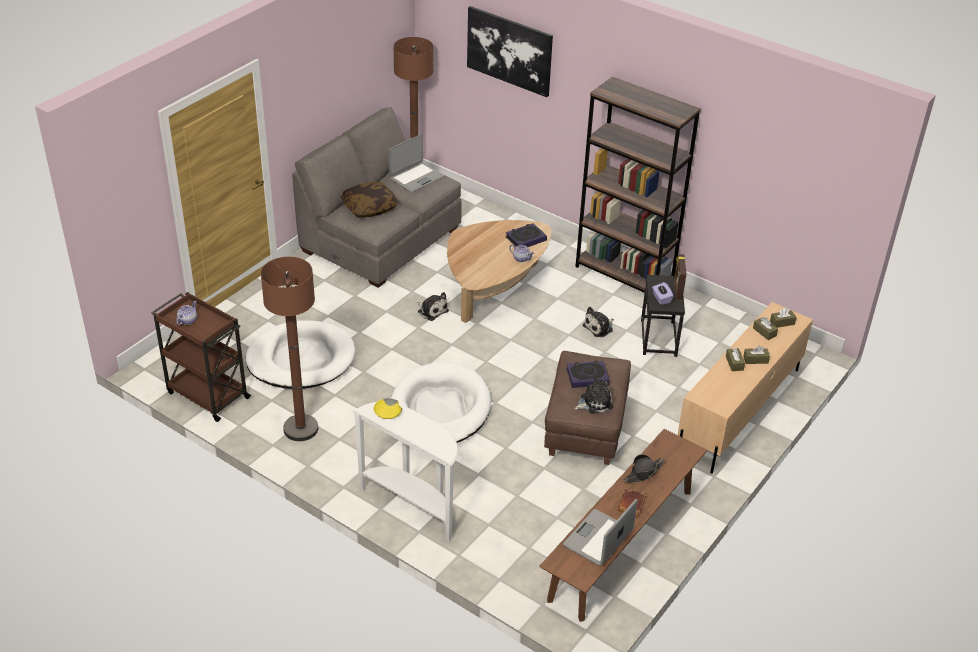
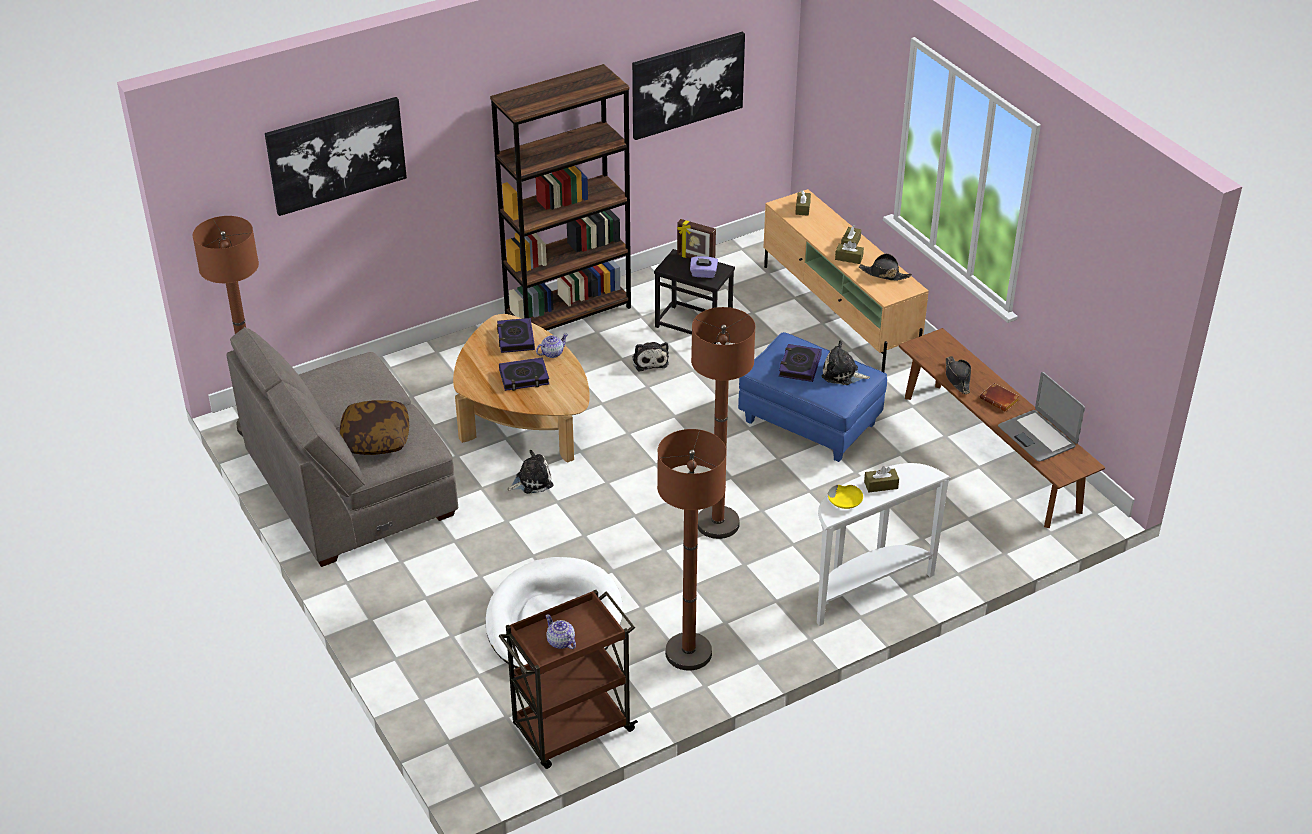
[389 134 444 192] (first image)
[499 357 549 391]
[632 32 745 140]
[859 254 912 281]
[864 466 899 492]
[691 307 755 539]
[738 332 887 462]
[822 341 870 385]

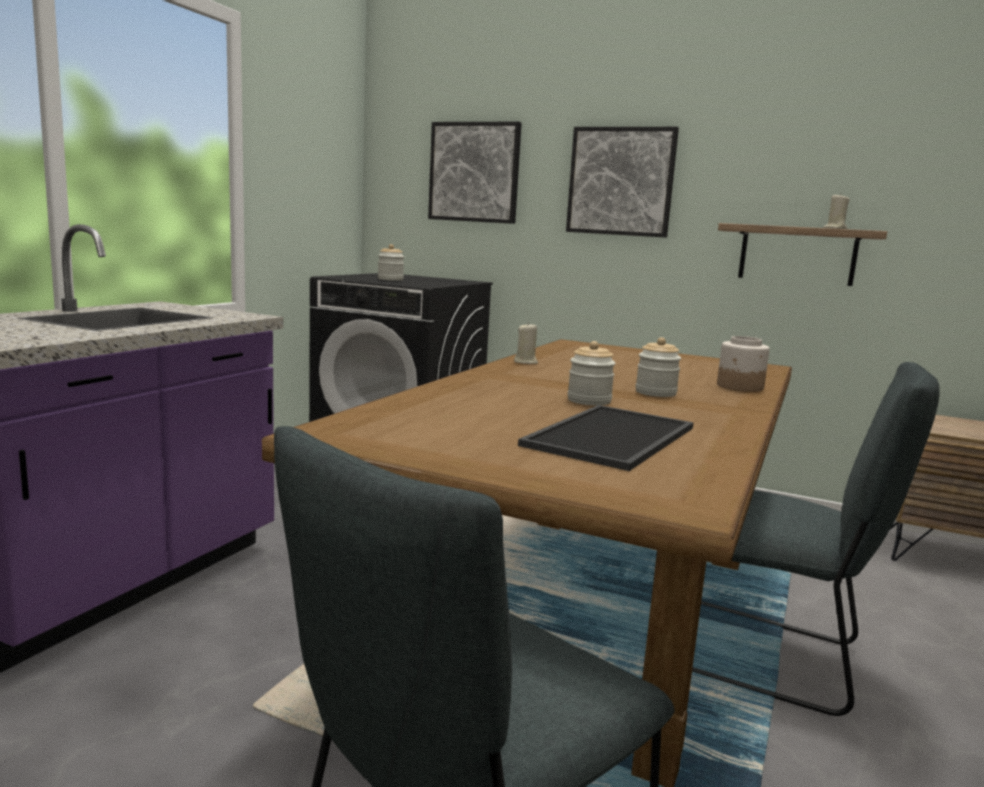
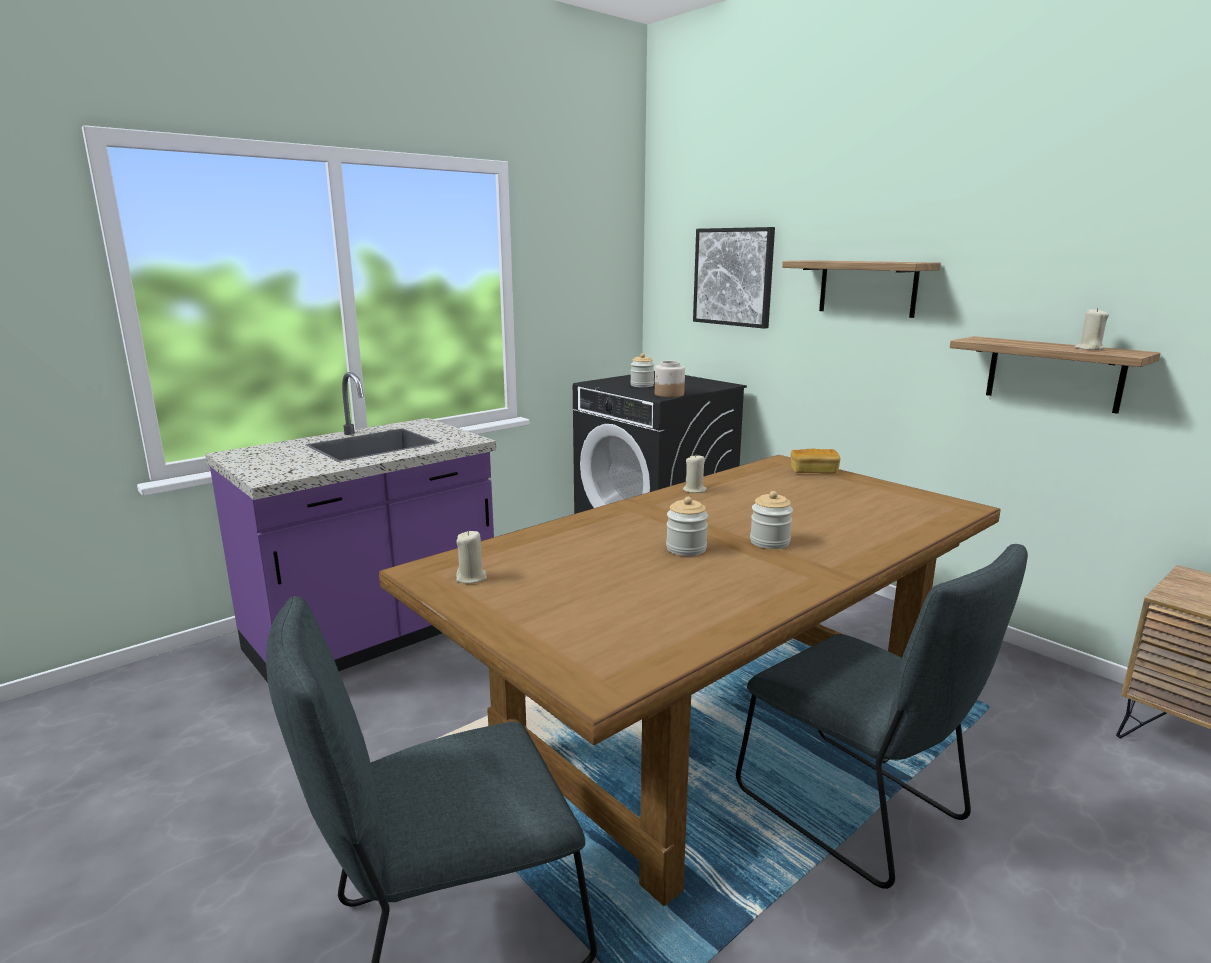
[518 405 694 471] (first image)
[456 530 487 584]
[791 449 841 474]
[655 361 685 397]
[782 260 941 318]

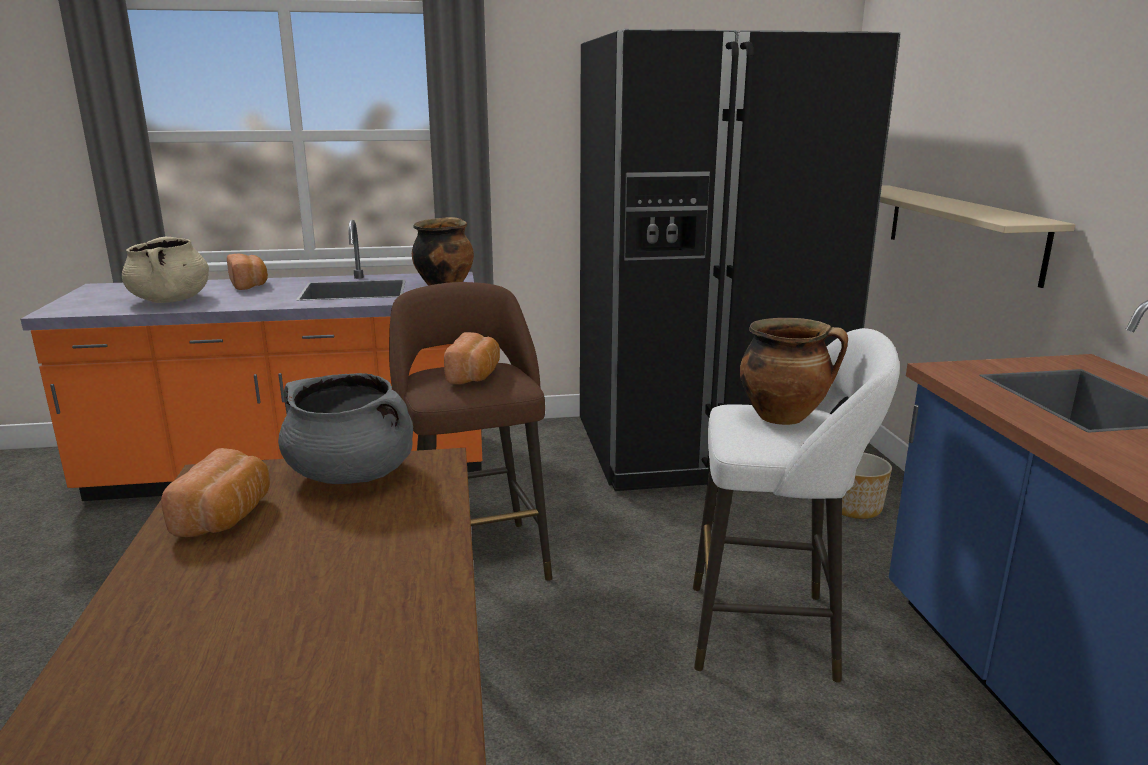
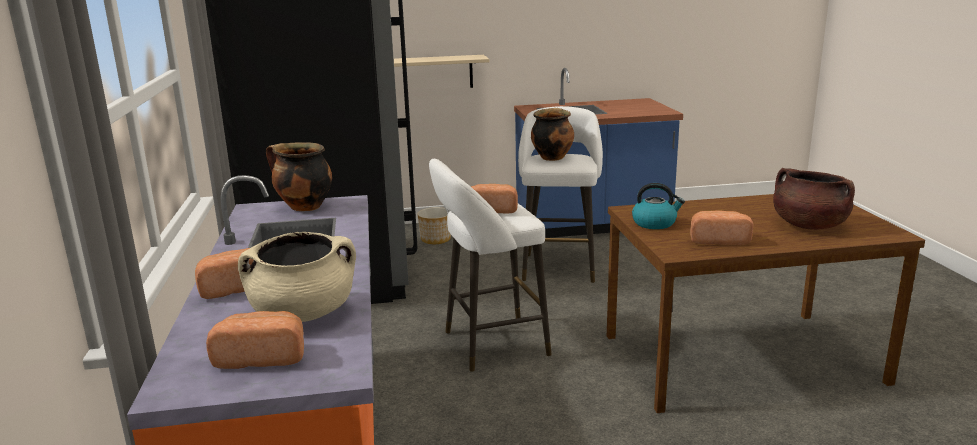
[206 311 304 369]
[773 168 855 230]
[632 183 685 229]
[429 159 552 372]

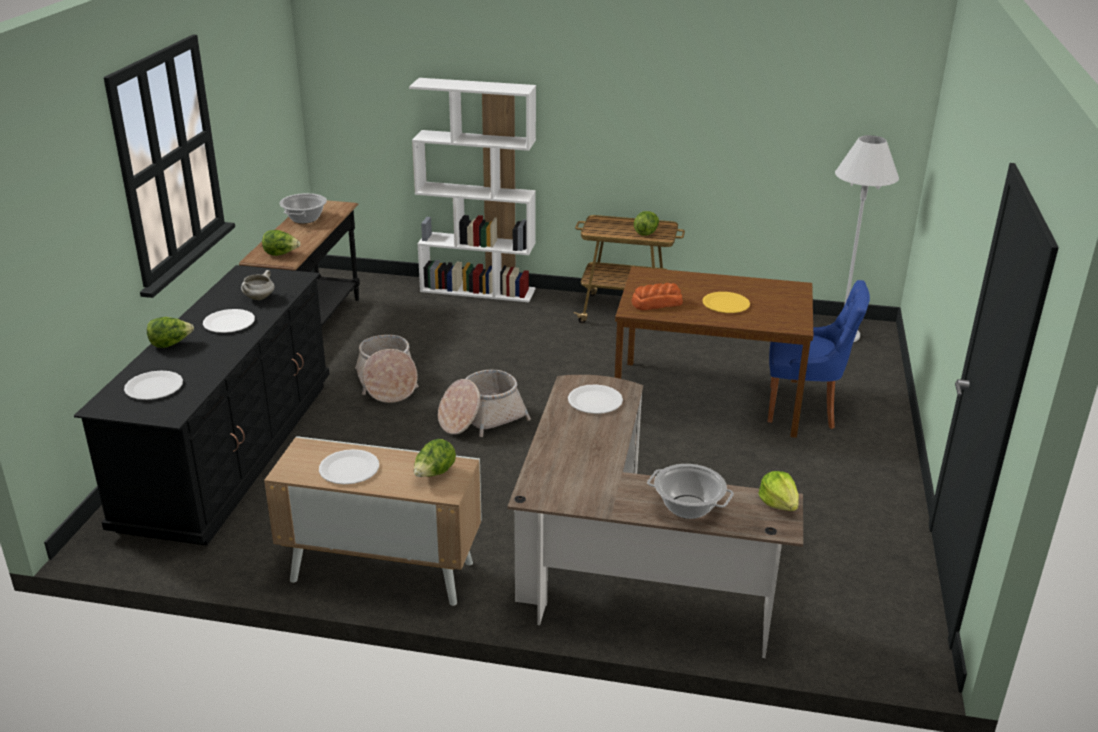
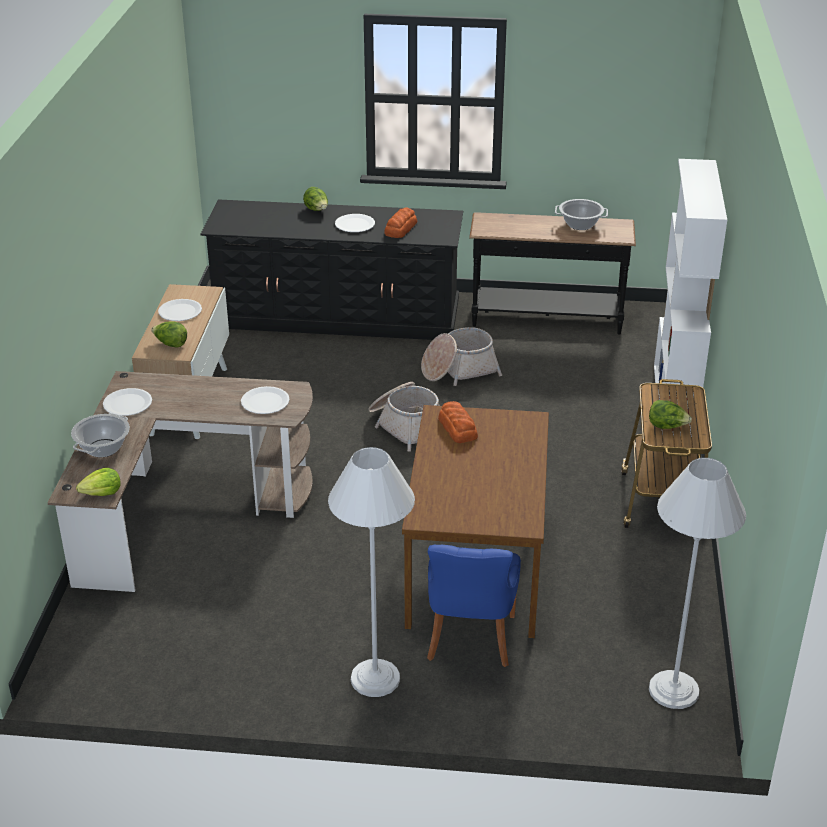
[262 230 301 256] (first image)
[702 292 750 313] (first image)
[328 447 415 697]
[103 388 152 416]
[384 207 417 238]

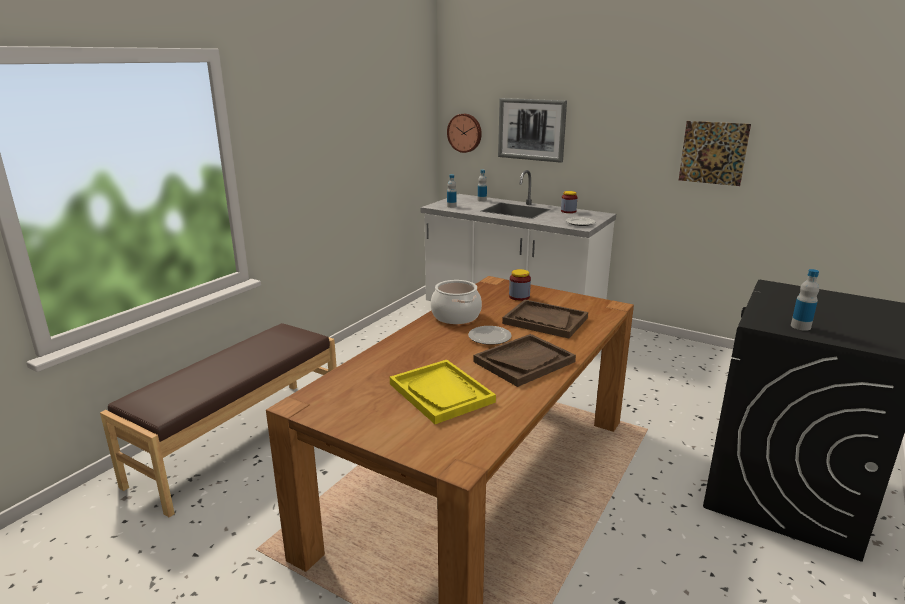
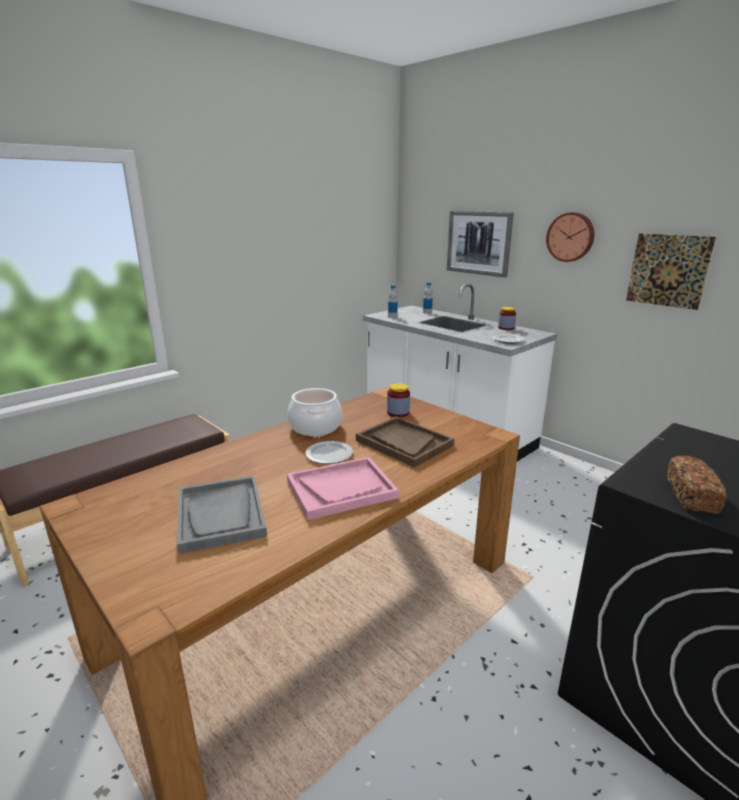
[546 212 594 262]
[667 456 727 514]
[177 476 267 554]
[287 457 399 520]

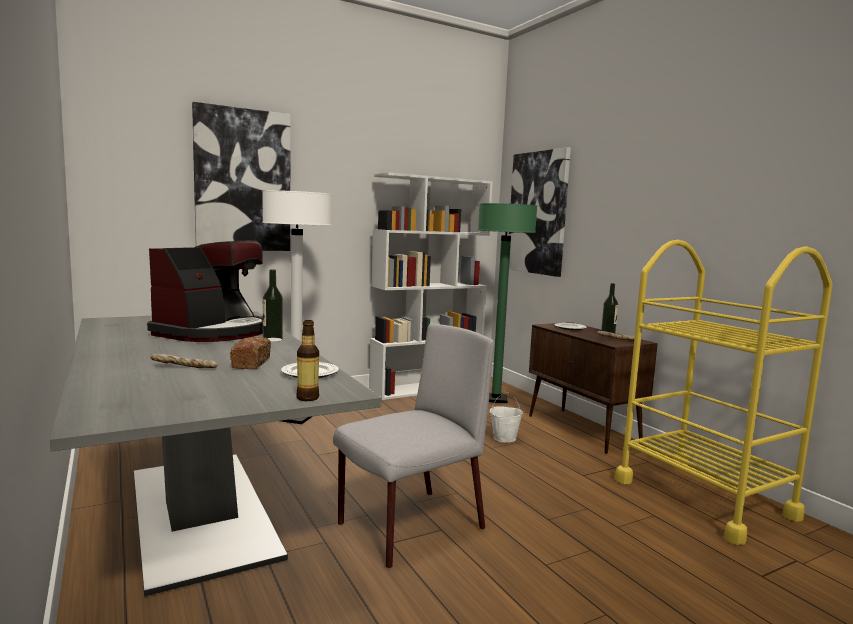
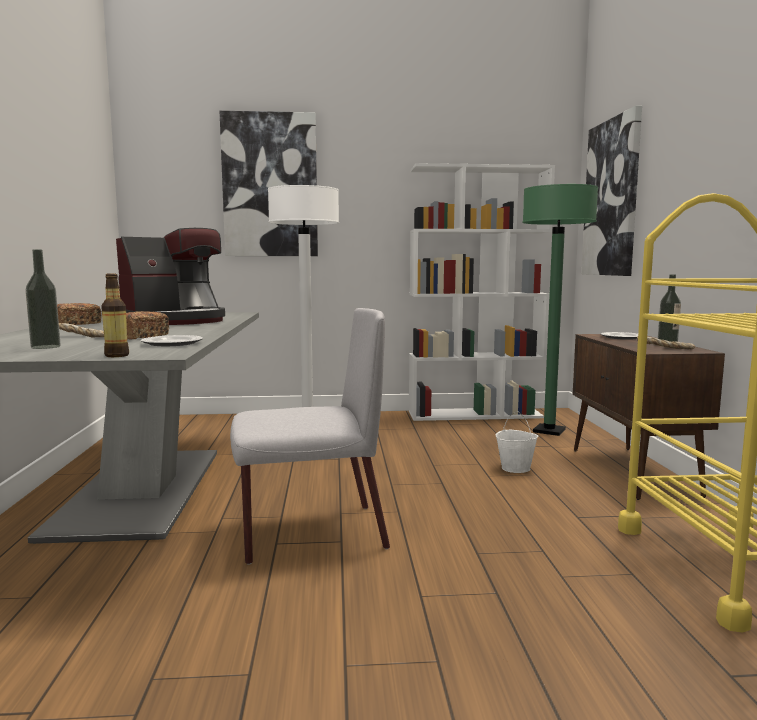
[57 303 102 325]
[25 249 61 349]

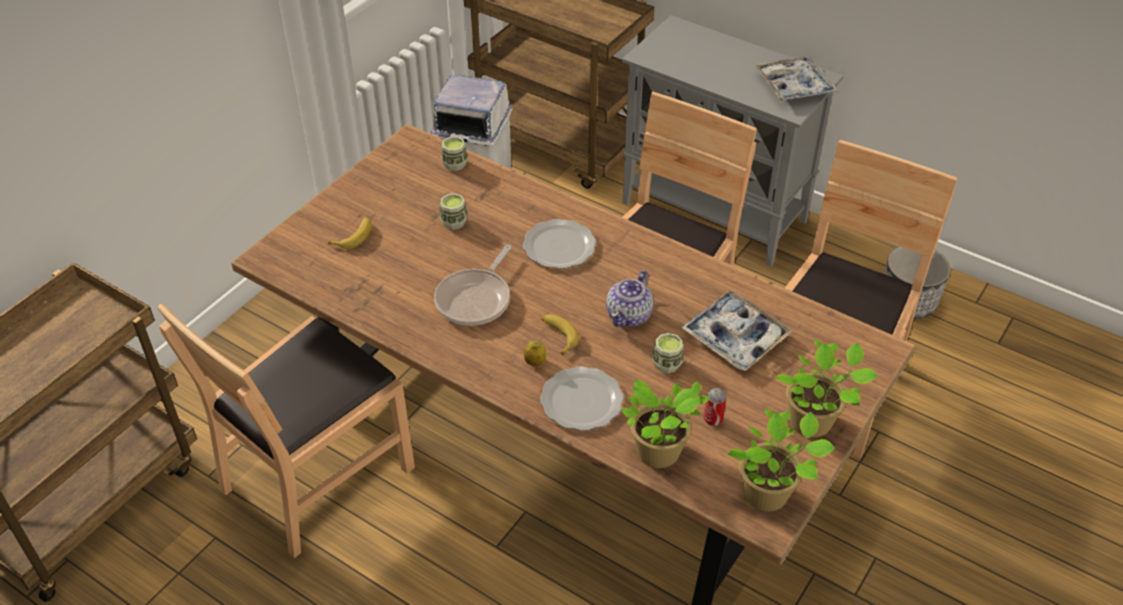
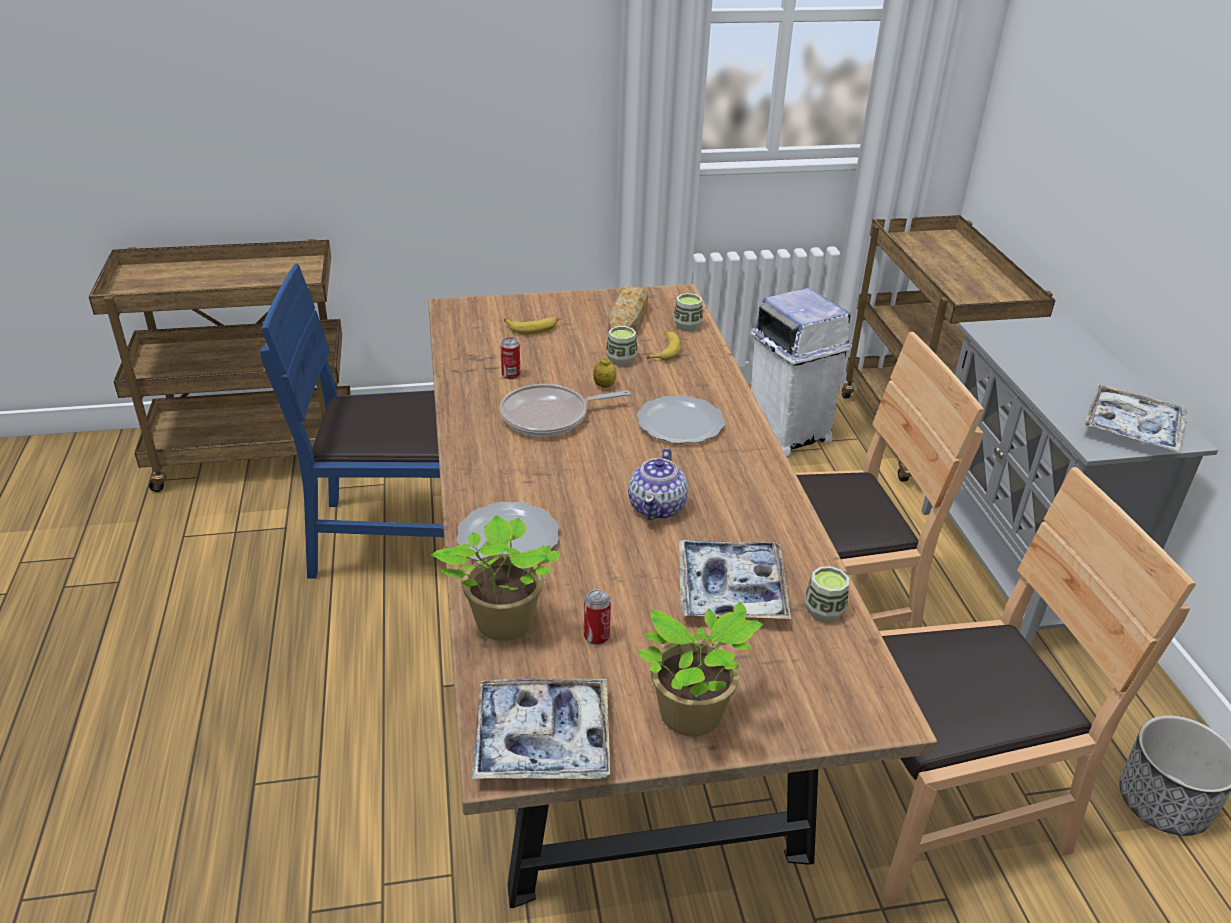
[500 337 521 379]
[608 286 648 334]
[593 358 616 388]
[647 331 681 361]
[805 566 849 622]
[472 678 610 779]
[260 264 444 579]
[628 448 688 520]

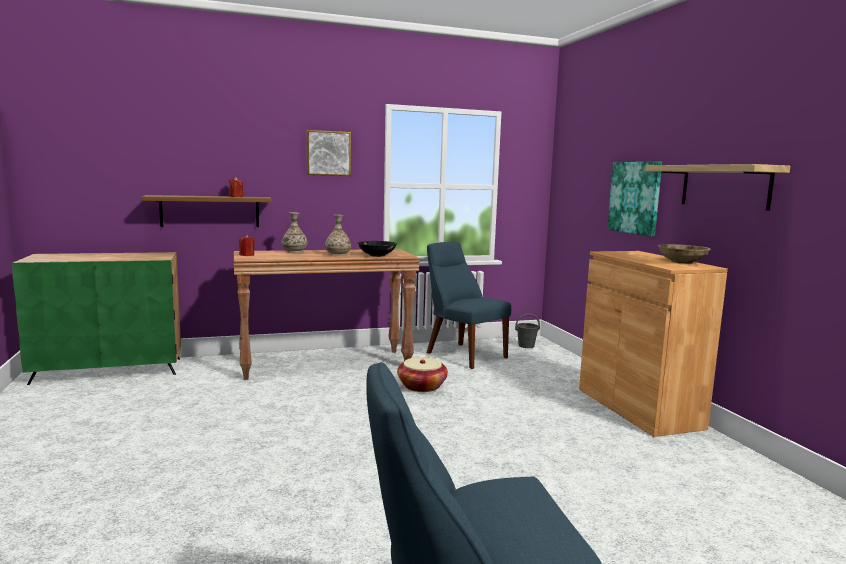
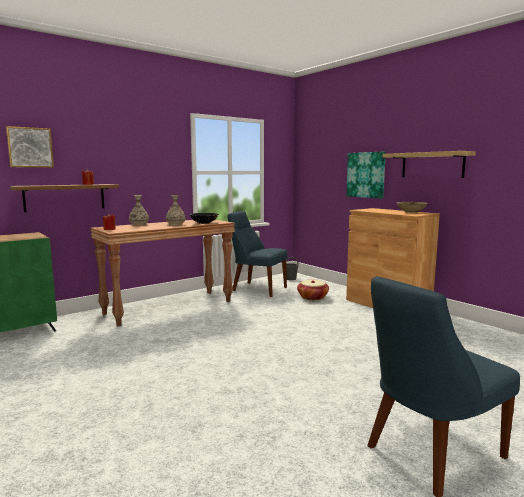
[6 126 54 168]
[297 280 329 300]

